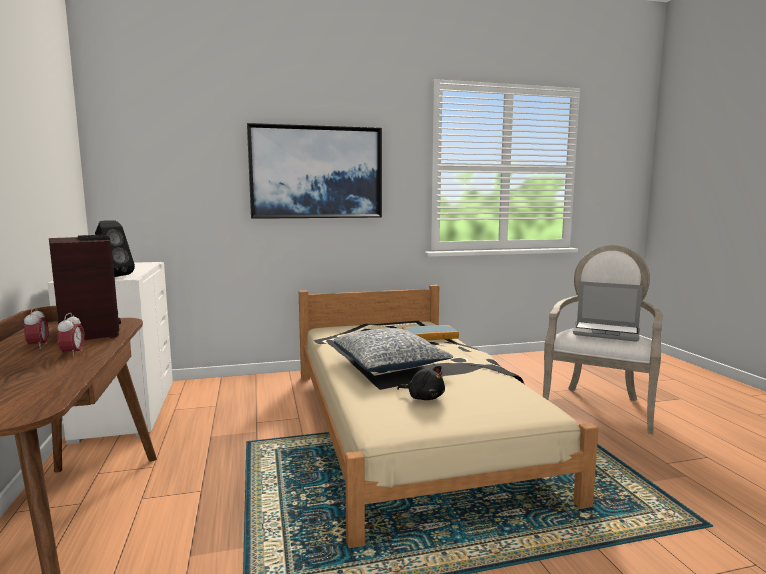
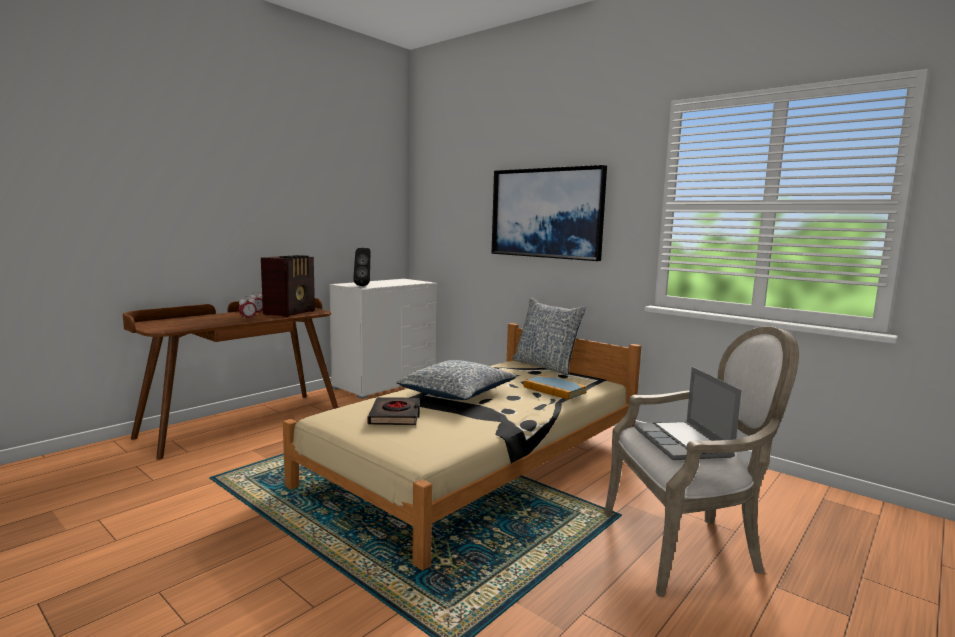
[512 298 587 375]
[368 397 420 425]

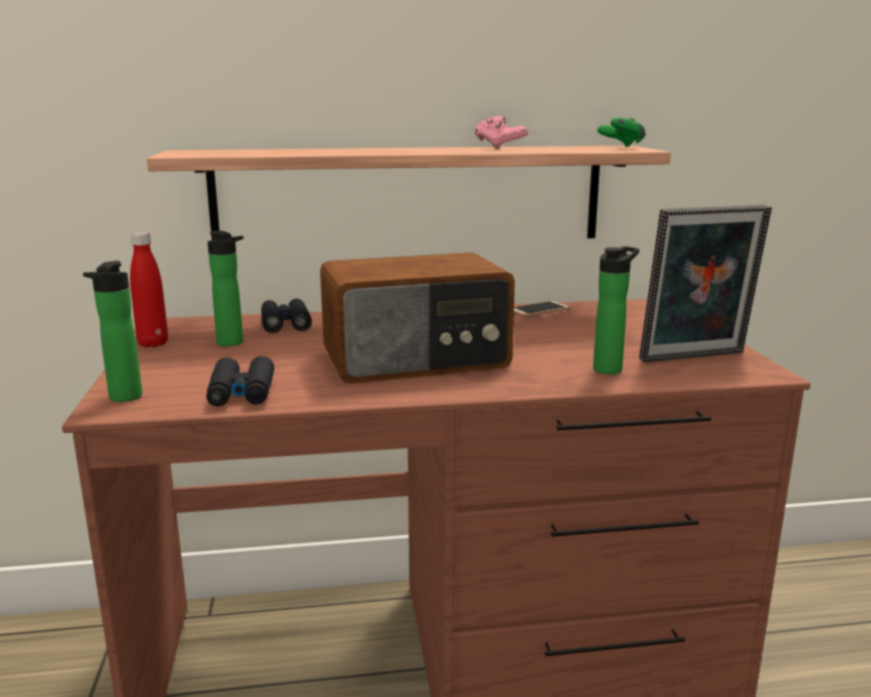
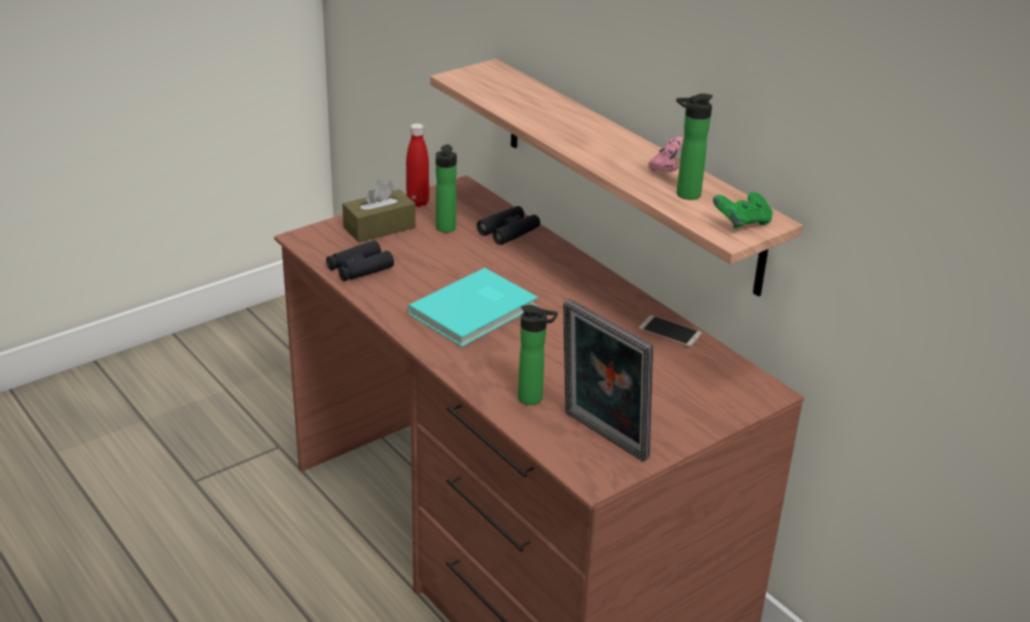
[342 180 416 243]
[676 94 713 200]
[408 268 538 347]

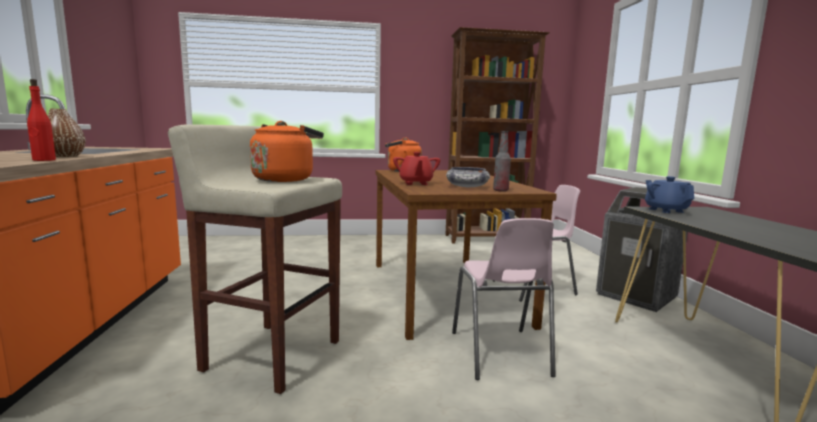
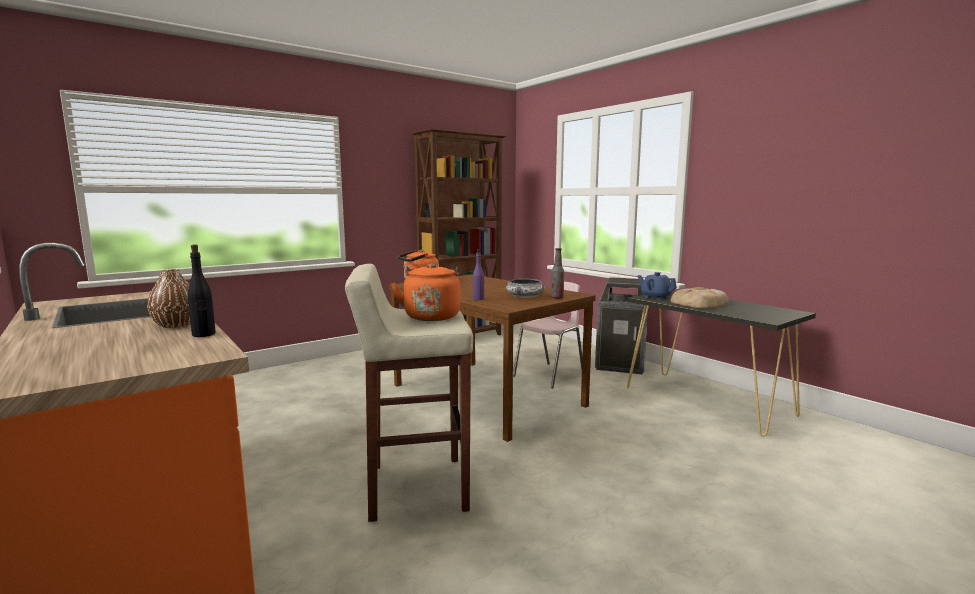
[452 218 556 380] (first image)
[670 287 729 309]
[473 249 485 300]
[187 245 216 337]

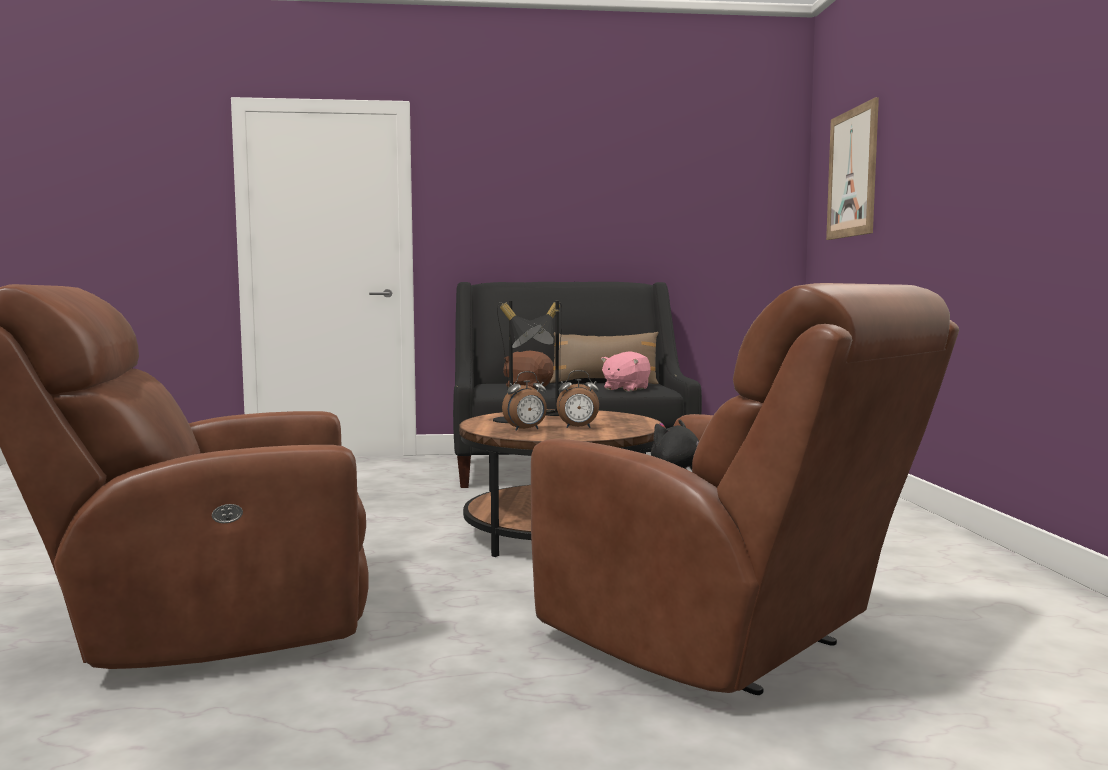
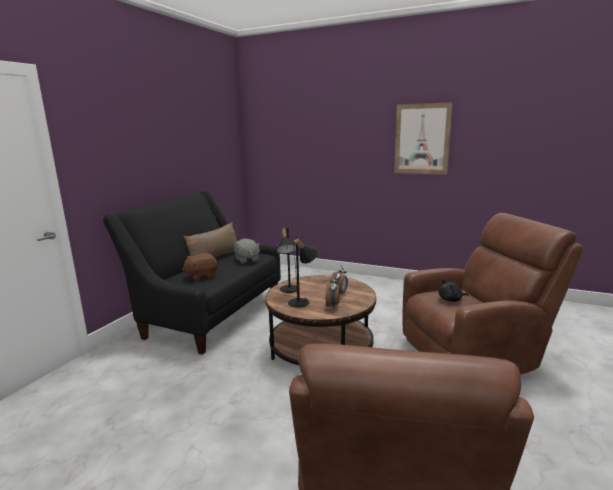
[394 103 453 175]
[234 239 260 264]

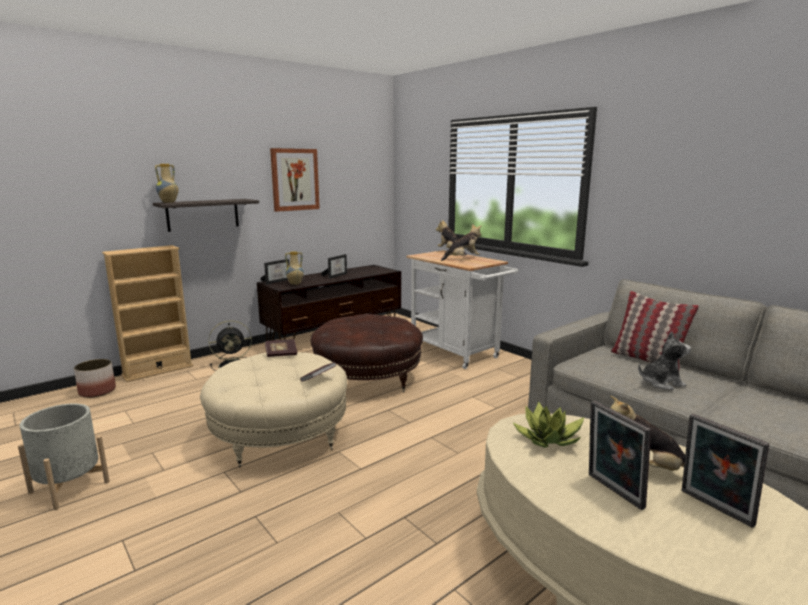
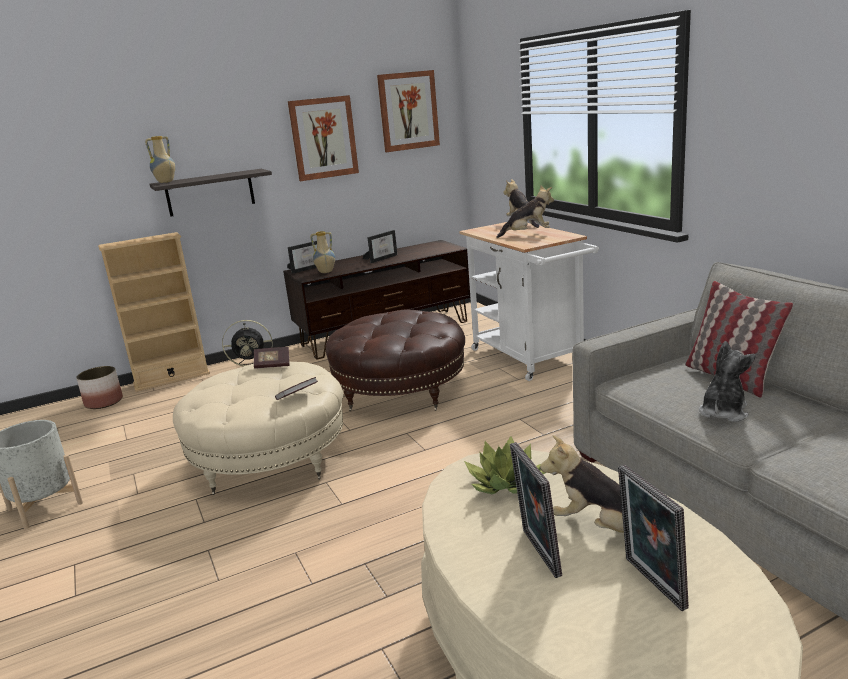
[377 70 440 152]
[699 341 756 422]

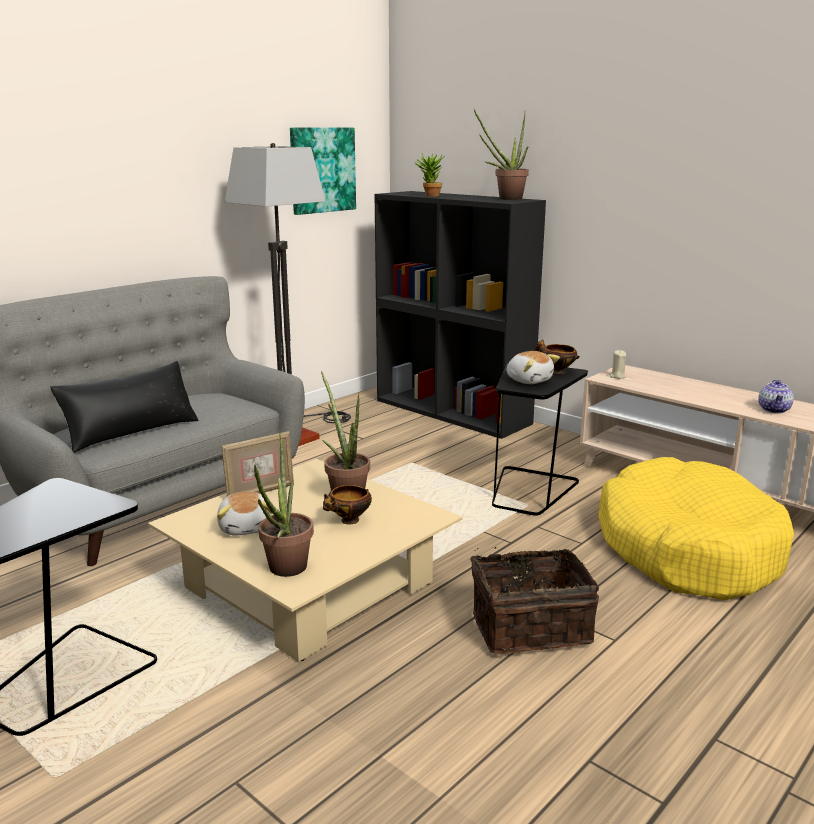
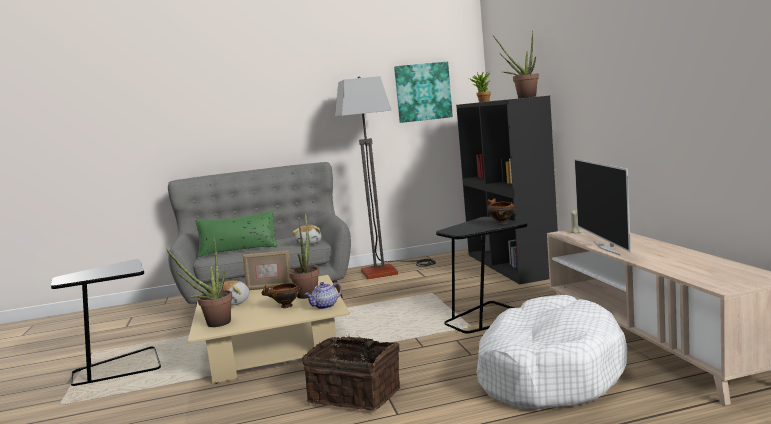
[574 159 631 256]
[293 225 321 245]
[305 282 342 309]
[195 210 278 257]
[477 295 627 409]

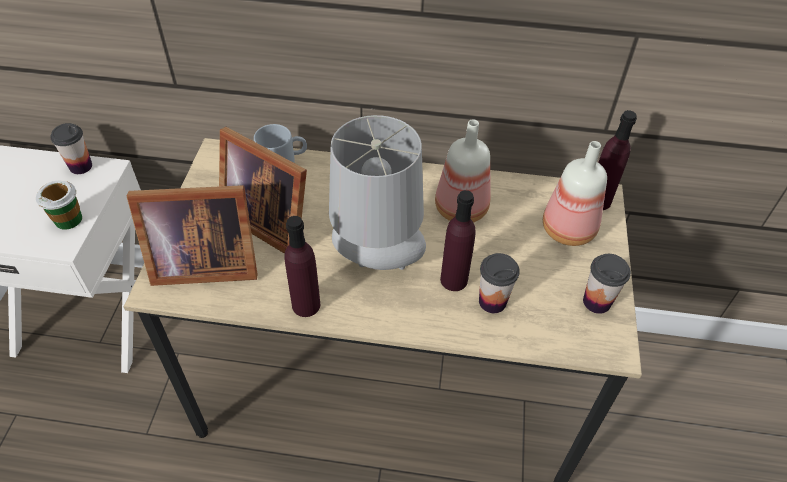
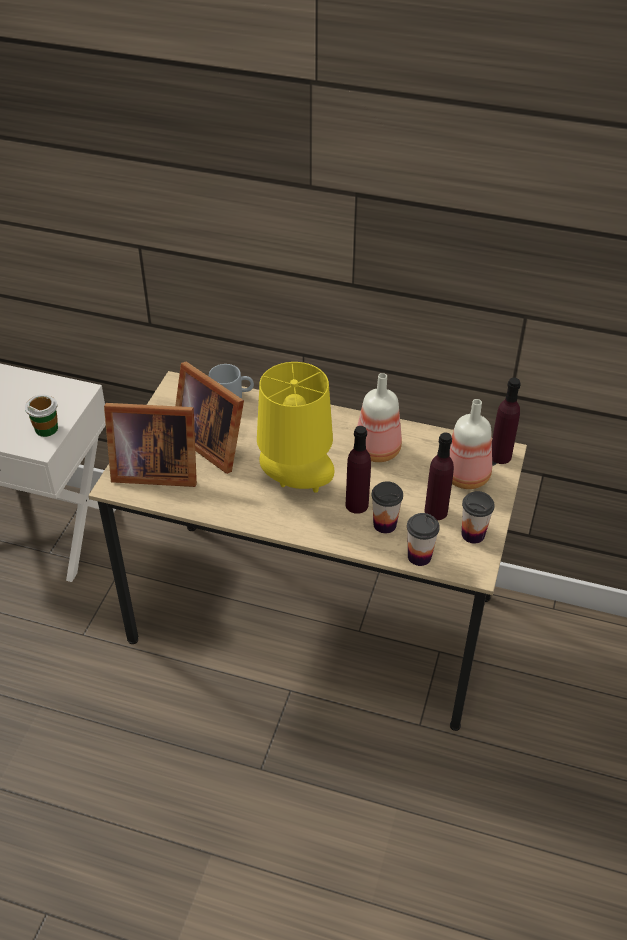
[407 513 440 566]
[424 433 454 520]
[257 362 334 493]

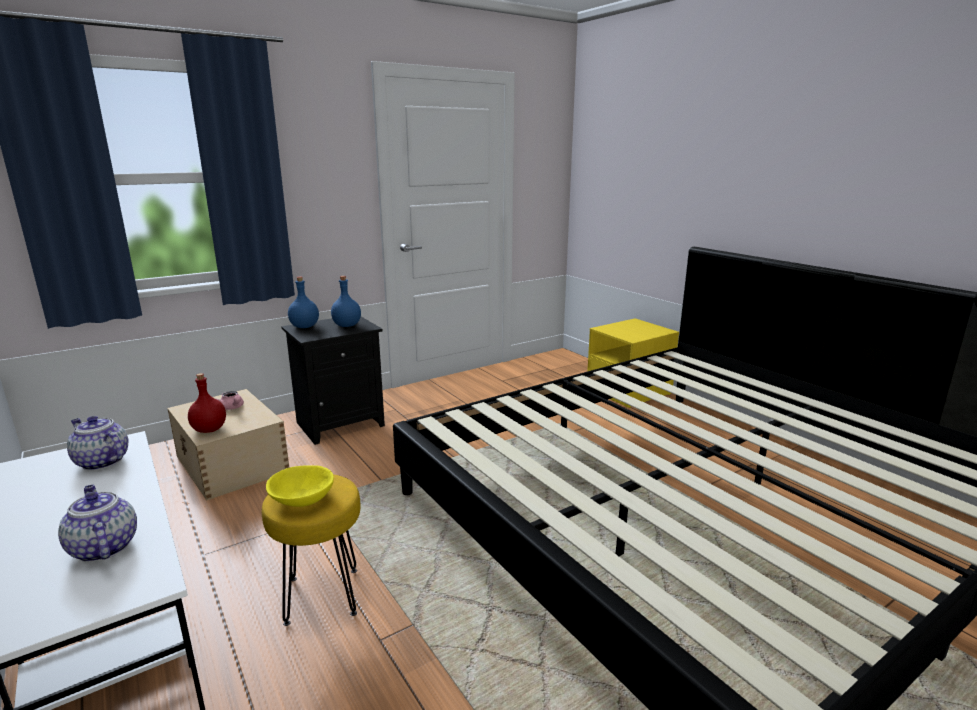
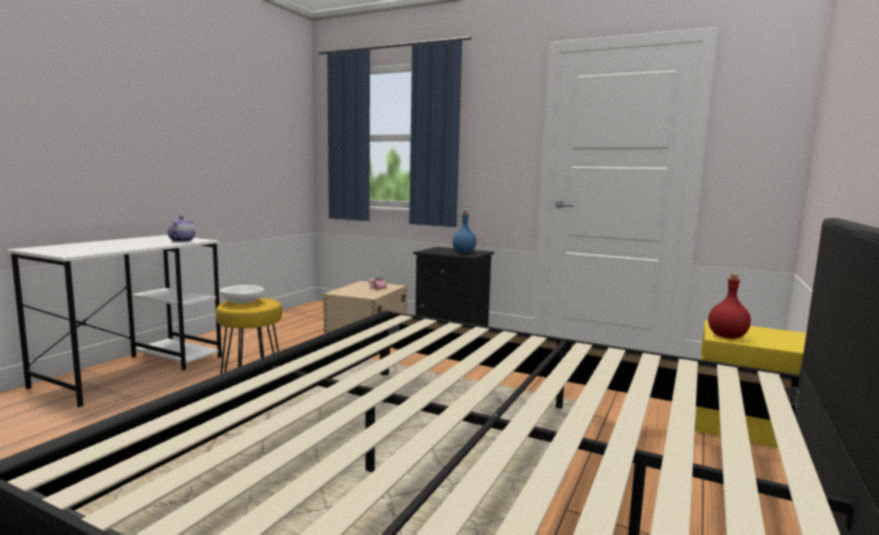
[58 485 137 562] (first image)
[288 277 319 328] (first image)
[708 274 751 339]
[220 285 264 304]

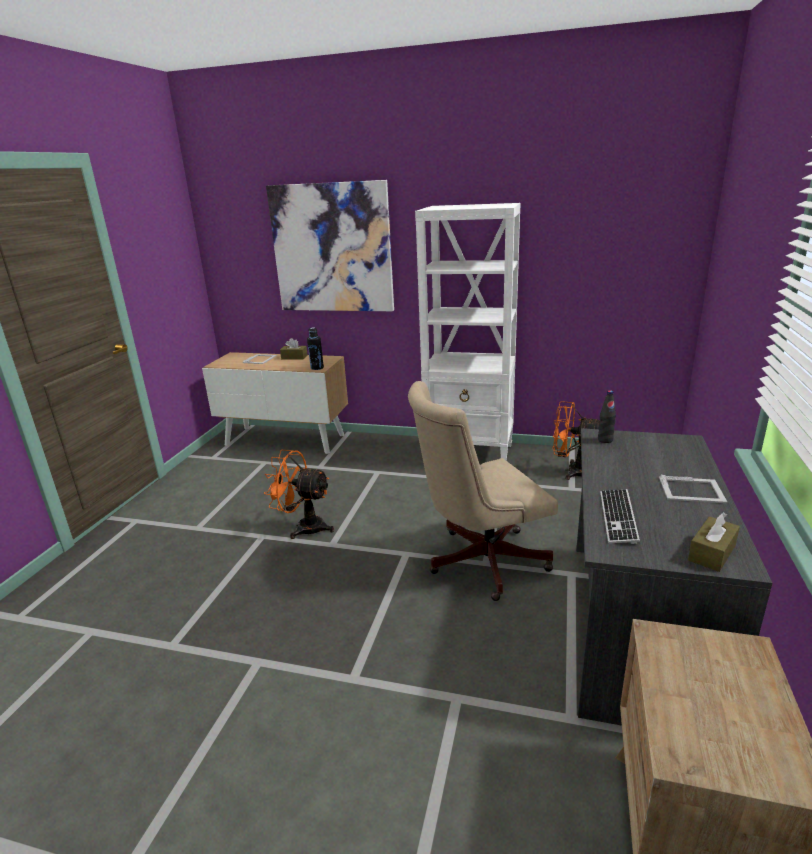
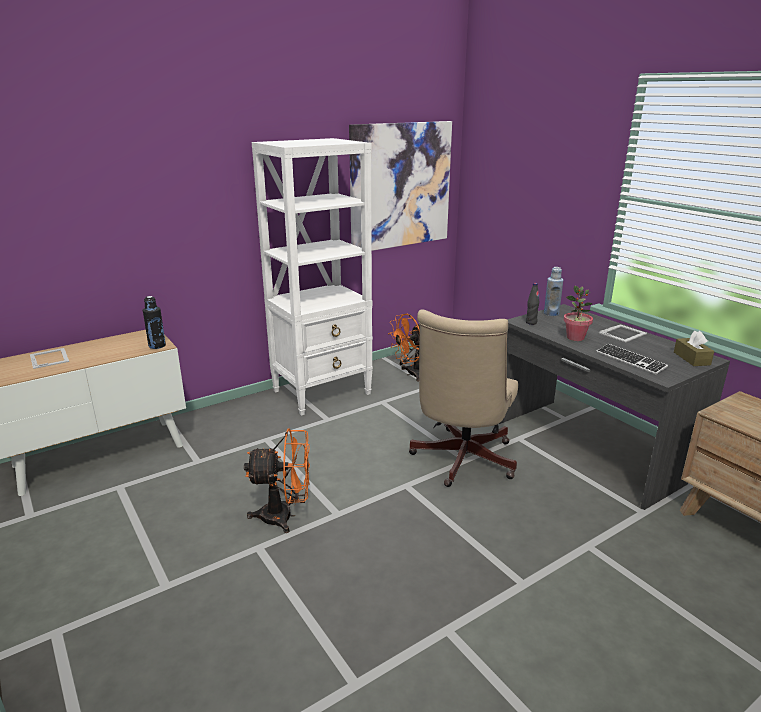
[280 338 308 359] (first image)
[544 267 564 316]
[564 286 593 341]
[349 121 452 251]
[244 428 310 533]

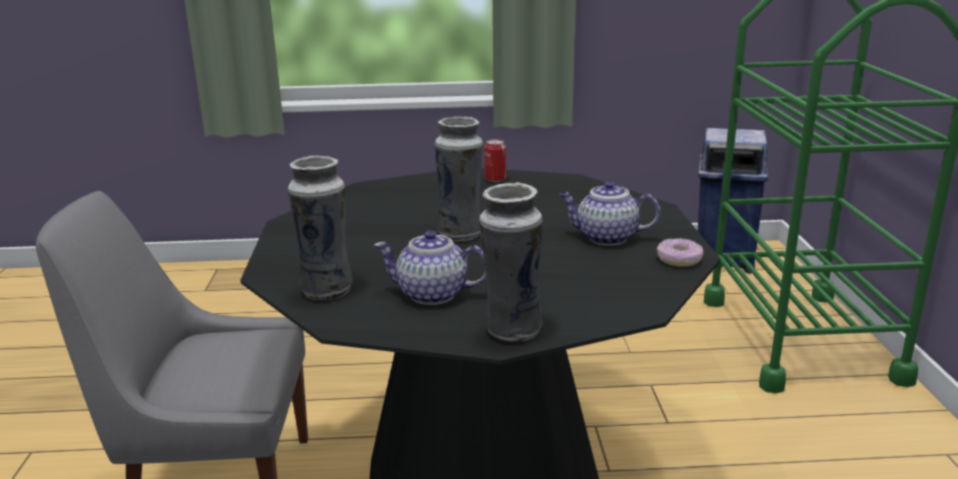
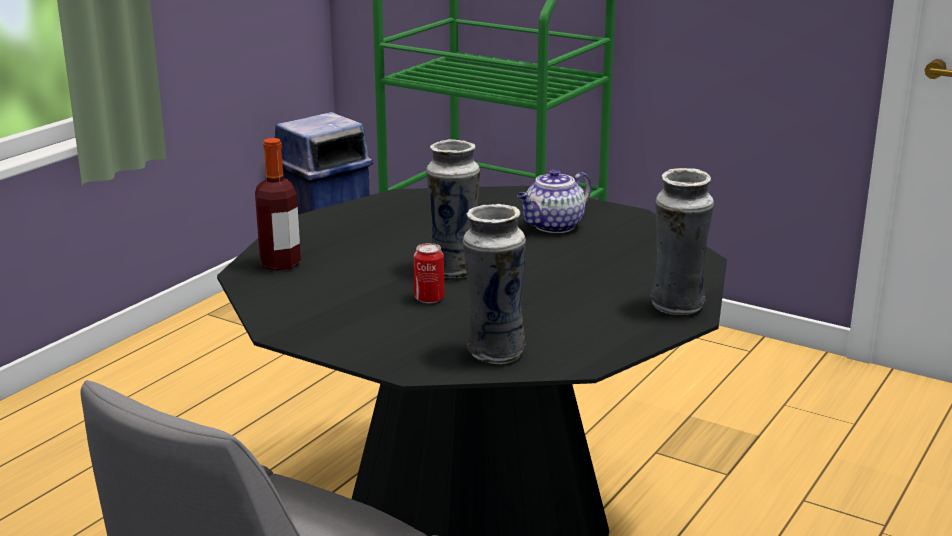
[373 230 486 305] (first image)
[657 238 704 267] (first image)
[255 138 301 271]
[414 243 444 303]

